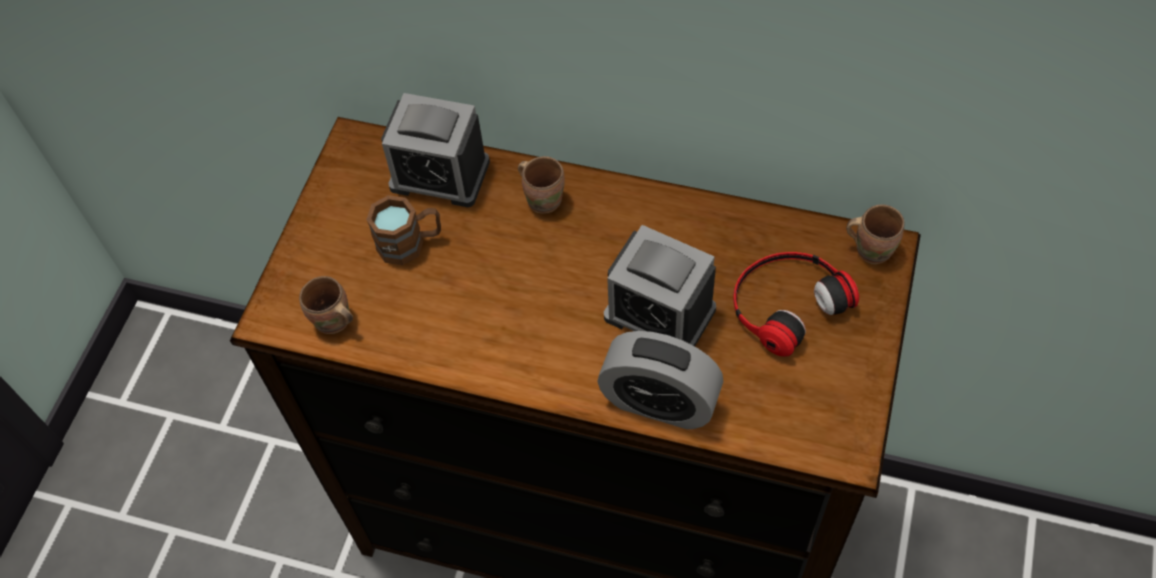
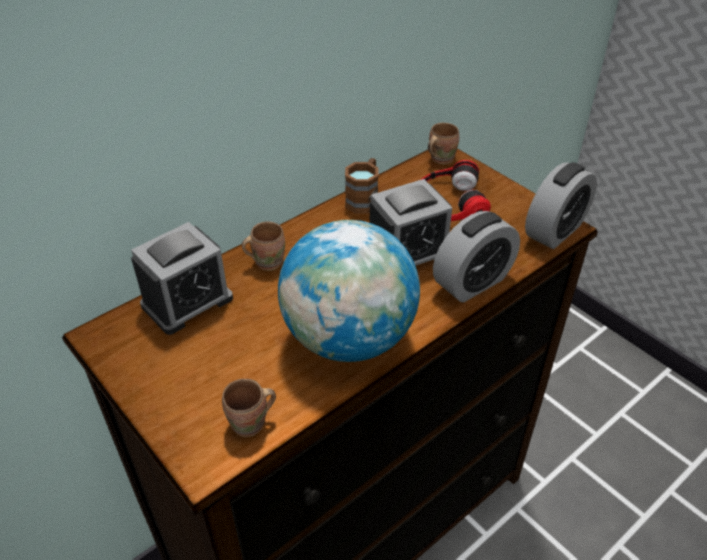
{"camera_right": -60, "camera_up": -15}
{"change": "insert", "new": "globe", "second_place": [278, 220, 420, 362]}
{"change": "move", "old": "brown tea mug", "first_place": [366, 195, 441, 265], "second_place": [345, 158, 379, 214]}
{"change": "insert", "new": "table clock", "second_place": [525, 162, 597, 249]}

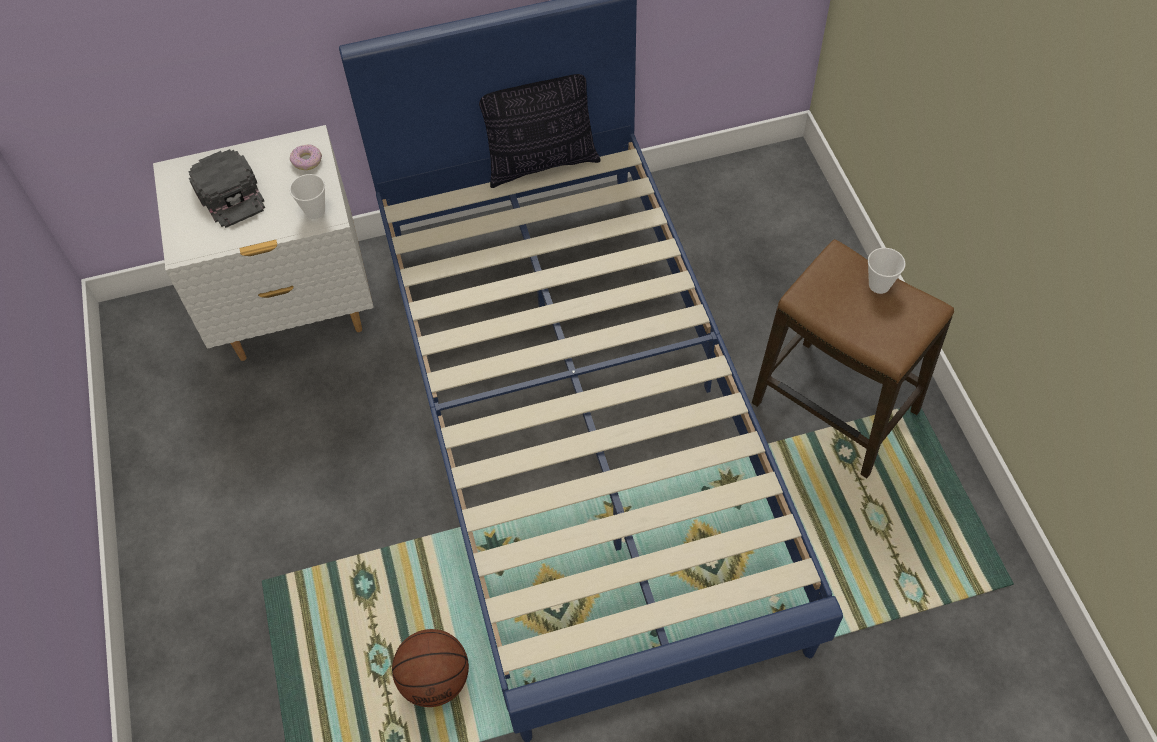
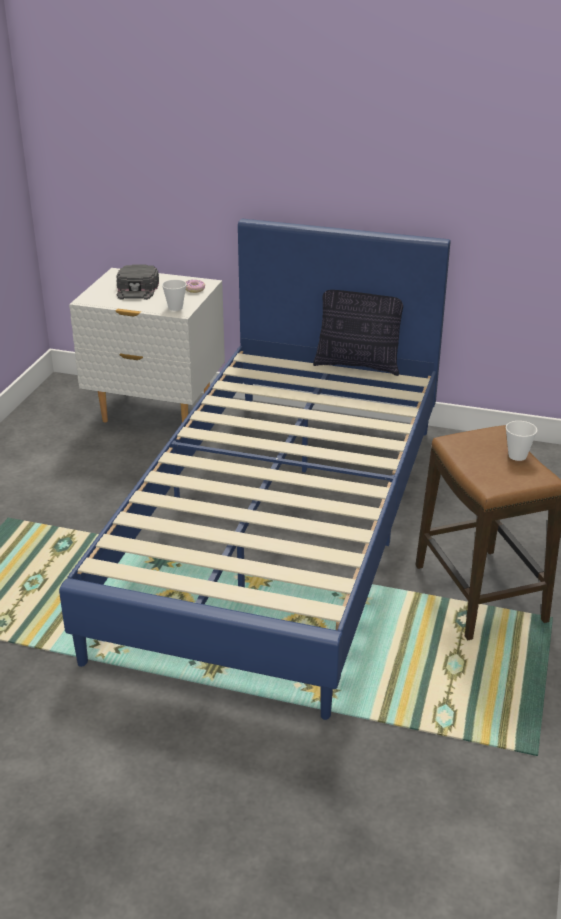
{"camera_right": 30, "camera_up": -25}
{"change": "delete", "old": "basketball ball", "first_place": [392, 629, 469, 707]}

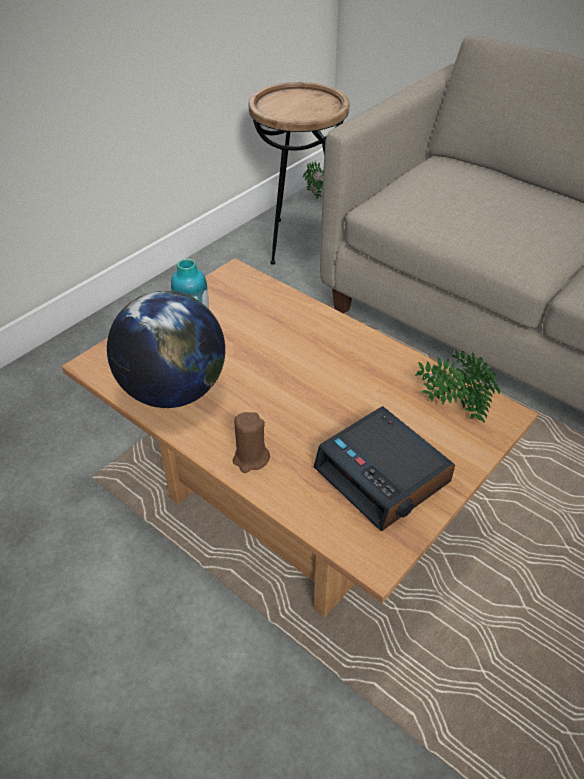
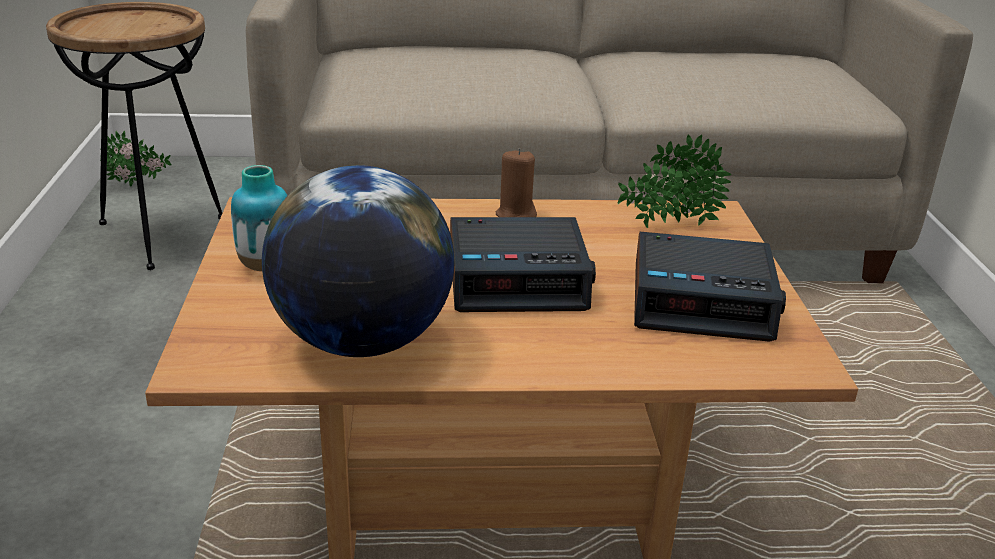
{"camera_right": -45, "camera_up": -15}
{"change": "insert", "new": "table clock", "second_place": [450, 217, 596, 312]}
{"change": "move", "old": "brown wax light", "first_place": [233, 412, 270, 473], "second_place": [496, 148, 537, 217]}

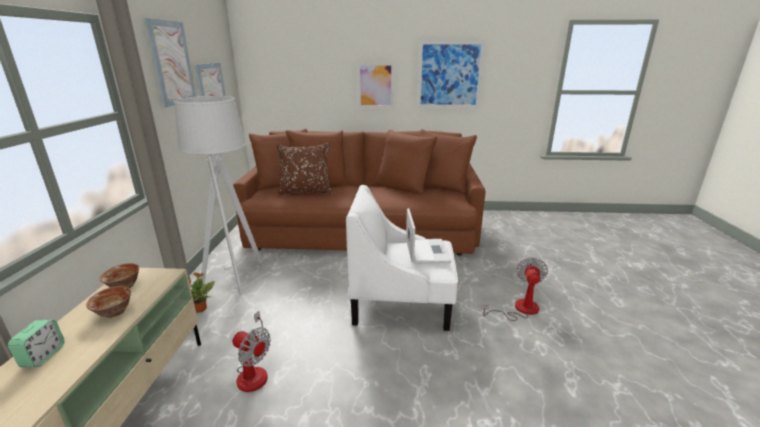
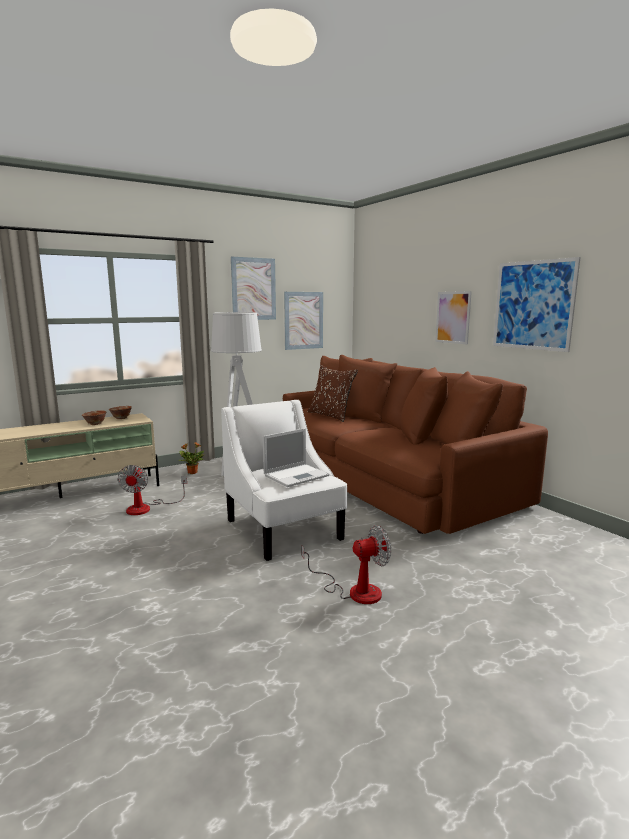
{"camera_right": 55, "camera_up": -10}
{"change": "delete", "old": "table clock", "first_place": [8, 320, 65, 367]}

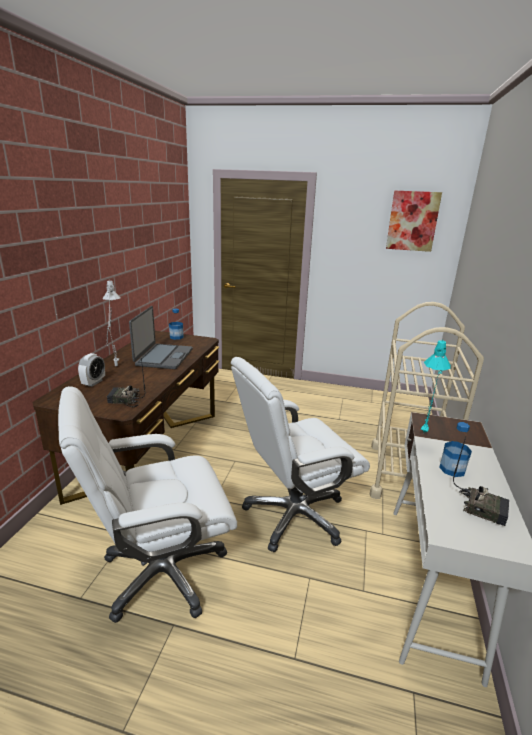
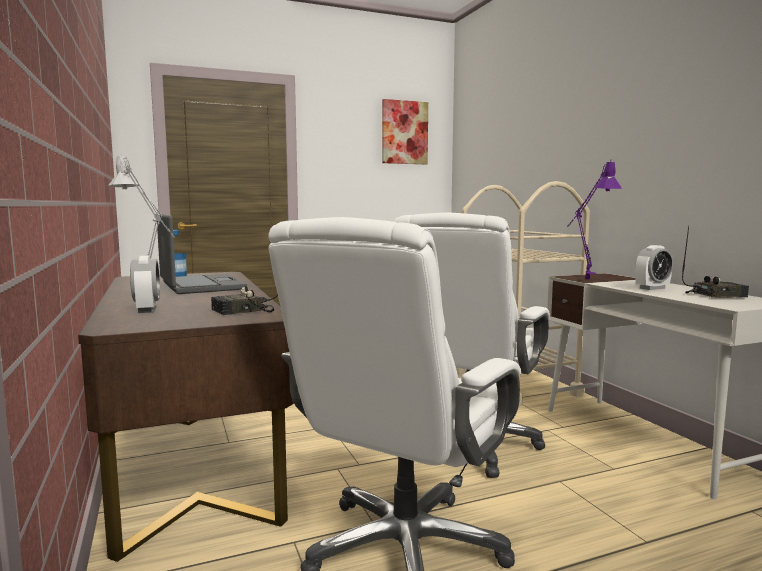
{"camera_right": -35, "camera_up": -15}
{"change": "recolor", "old": "turquoise lamp for a table", "new": "purplish lamp for a table", "first_place": [421, 340, 451, 432], "second_place": [567, 160, 622, 279]}
{"change": "replace", "old": "bottle", "new": "table clock", "first_place": [439, 422, 472, 477], "second_place": [635, 245, 673, 290]}

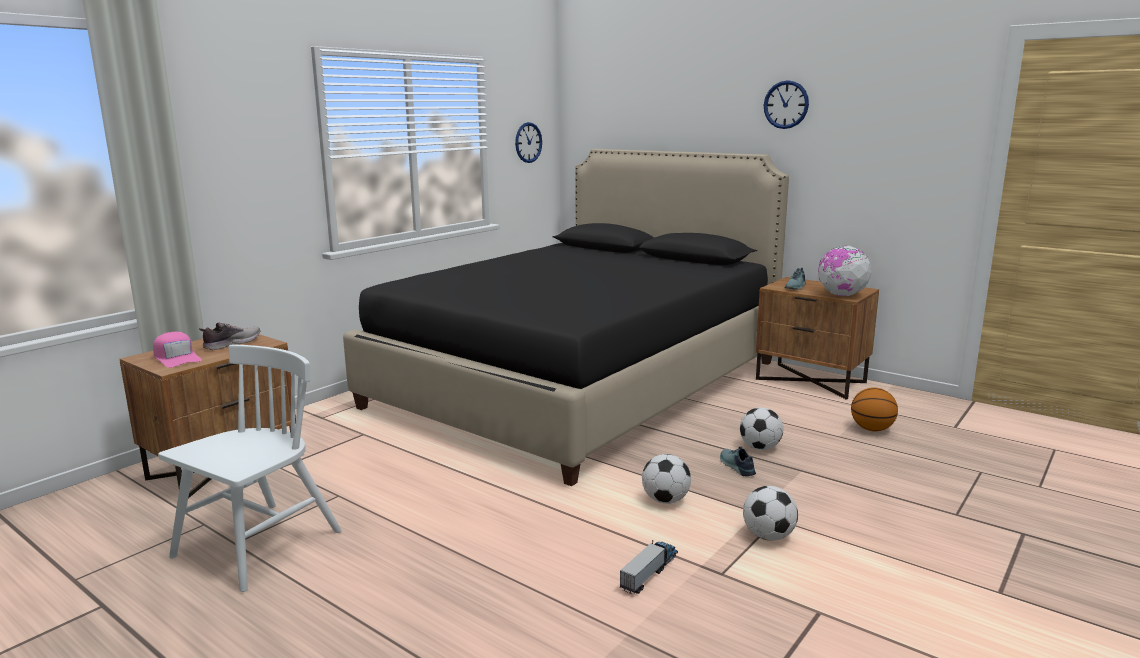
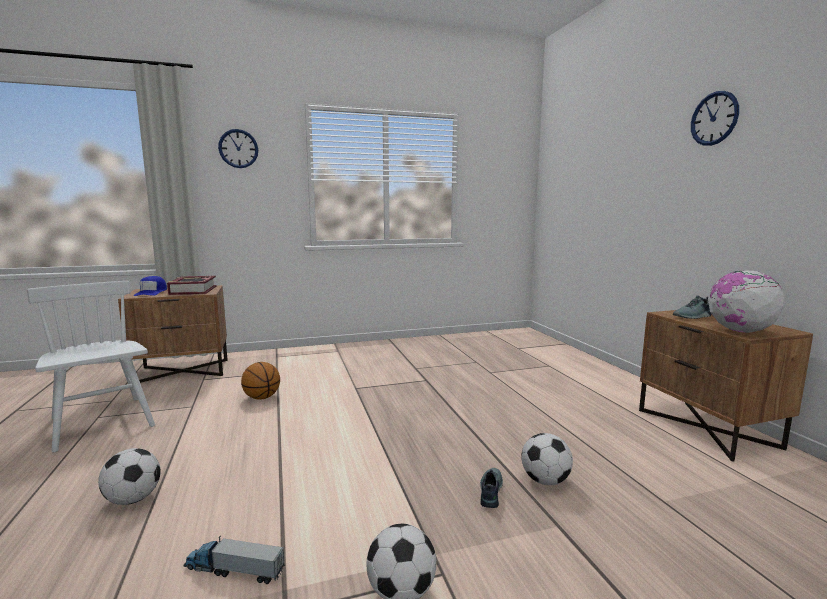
{"camera_right": 35, "camera_up": -5}
{"change": "rotate", "old": "white chair", "first_place": [158, 344, 342, 592], "second_place": [27, 281, 155, 452], "degrees": -105}
{"change": "move", "old": "football", "first_place": [642, 454, 691, 504], "second_place": [98, 448, 161, 505]}
{"change": "recolor", "old": "pink-coloured cap", "new": "blue-coloured cap", "first_place": [153, 332, 202, 368], "second_place": [134, 276, 167, 296]}
{"change": "replace", "old": "low shoe", "new": "book", "first_place": [199, 323, 260, 350], "second_place": [167, 276, 217, 295]}
{"change": "rotate", "old": "toy truck", "first_place": [620, 540, 678, 594], "second_place": [183, 536, 285, 584], "degrees": -150}
{"change": "move", "old": "clock on the wall", "first_place": [515, 122, 542, 163], "second_place": [218, 129, 258, 168]}
{"change": "move", "old": "basketball ball", "first_place": [851, 387, 898, 431], "second_place": [241, 362, 280, 400]}
{"change": "delete", "old": "black sleeping bed", "first_place": [343, 149, 789, 486]}

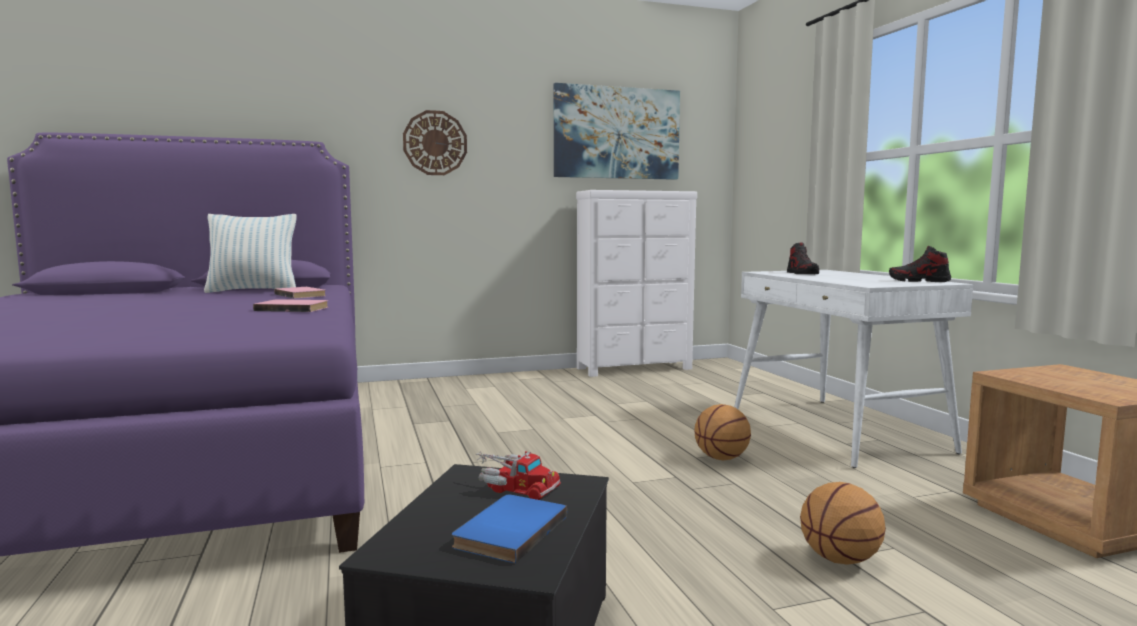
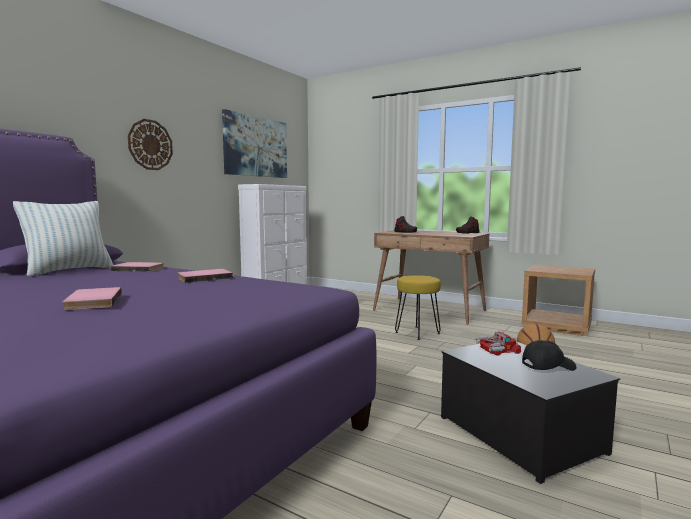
{"camera_right": -40, "camera_up": 0}
{"change": "insert", "new": "pink-coloured book", "second_place": [62, 287, 122, 310]}
{"change": "recolor", "old": "white desk", "new": "brown desk", "first_place": [734, 270, 973, 468], "second_place": [373, 231, 490, 325]}
{"change": "replace", "old": "basketball ball", "new": "yellow-coloured stool", "first_place": [694, 404, 751, 460], "second_place": [395, 275, 441, 340]}
{"change": "replace", "old": "blue-coloured book", "new": "black cap", "first_place": [452, 495, 567, 563], "second_place": [522, 340, 576, 371]}

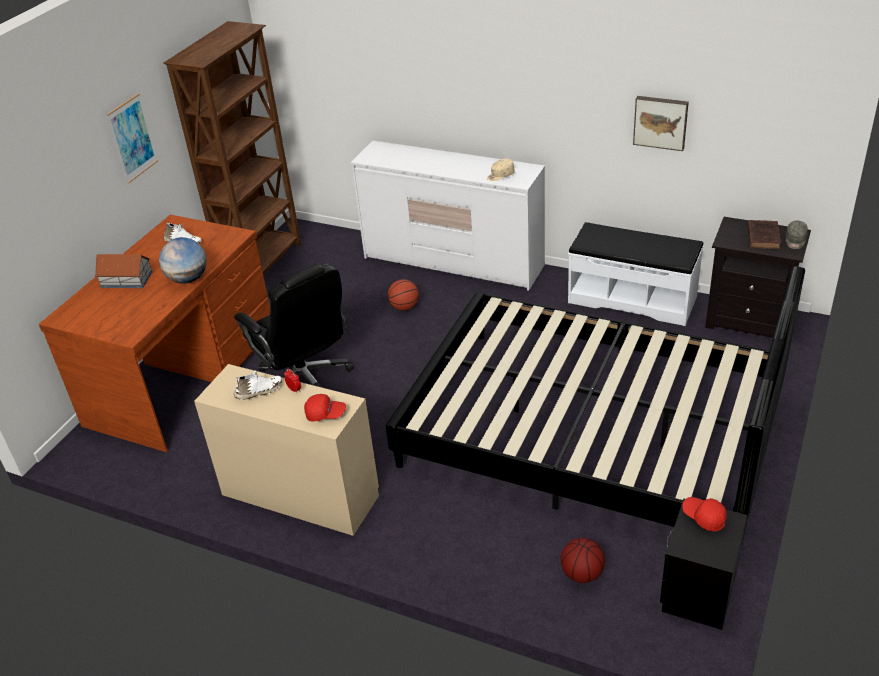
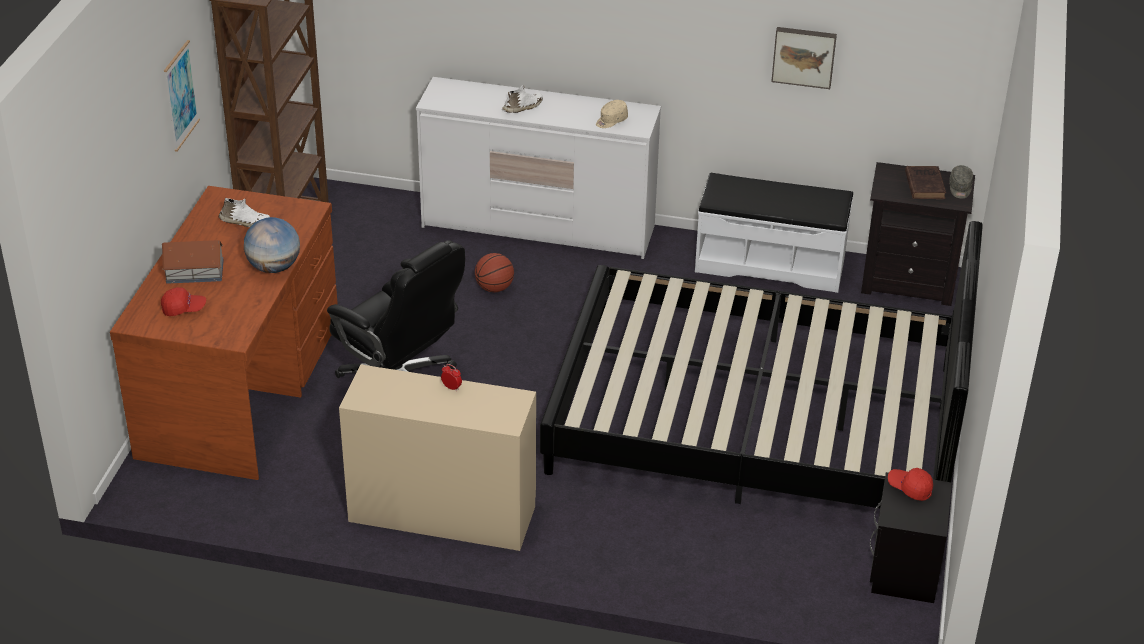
{"camera_right": -15, "camera_up": 0}
{"change": "move", "old": "red cap", "first_place": [304, 394, 346, 422], "second_place": [161, 287, 206, 316]}
{"change": "move", "old": "white low shoe", "first_place": [233, 370, 282, 400], "second_place": [502, 85, 543, 113]}
{"change": "delete", "old": "basketball ball", "first_place": [560, 538, 605, 583]}

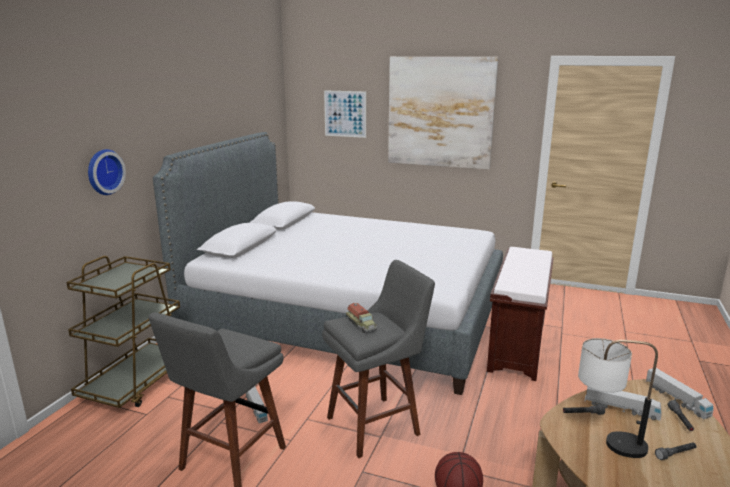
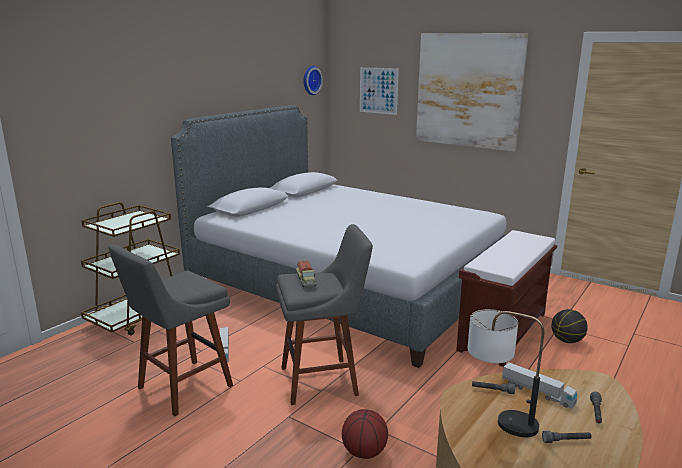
{"camera_right": 15, "camera_up": 0}
{"change": "move", "old": "clock on the wall", "first_place": [88, 149, 126, 195], "second_place": [303, 66, 323, 95]}
{"change": "insert", "new": "basketball ball", "second_place": [551, 309, 588, 343]}
{"change": "delete", "old": "toy truck", "first_place": [645, 368, 713, 419]}

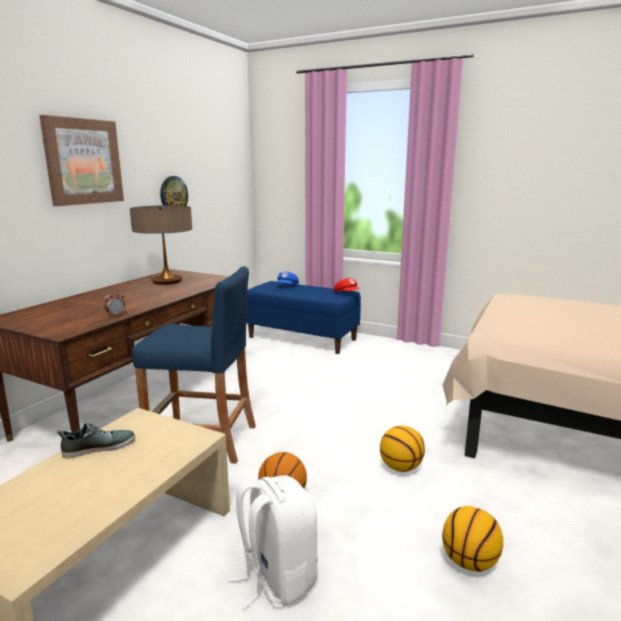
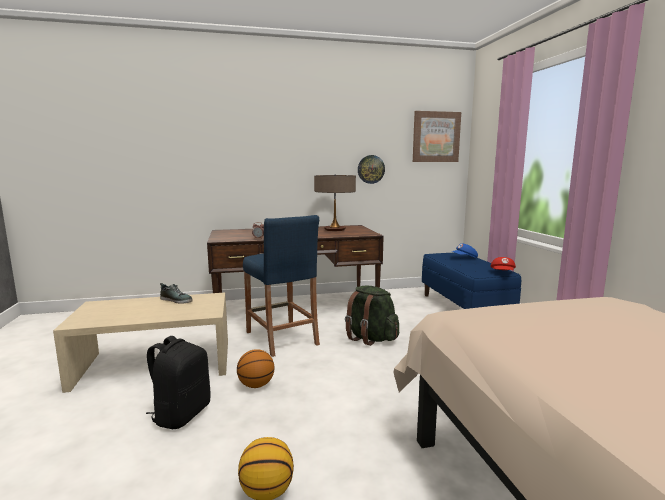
{"camera_right": 50, "camera_up": -5}
{"change": "recolor", "old": "white knapsack", "new": "black knapsack", "first_place": [228, 475, 318, 609], "second_place": [146, 336, 211, 429]}
{"change": "insert", "new": "green knapsack", "second_place": [345, 286, 399, 346]}
{"change": "move", "old": "wall art", "first_place": [39, 115, 124, 206], "second_place": [413, 111, 461, 162]}
{"change": "delete", "old": "basketball ball", "first_place": [380, 425, 425, 472]}

